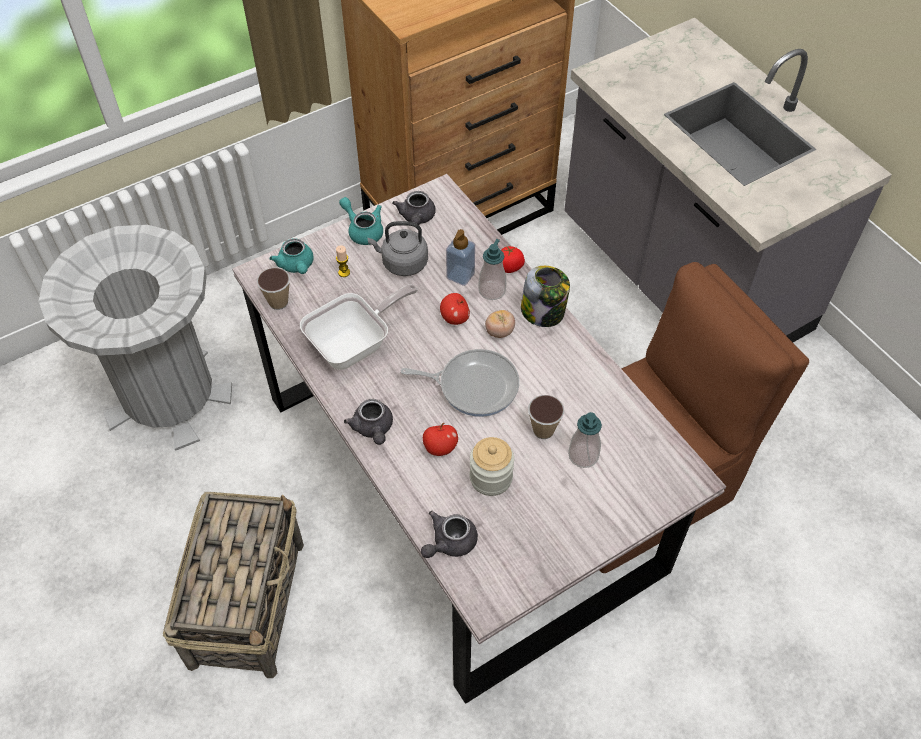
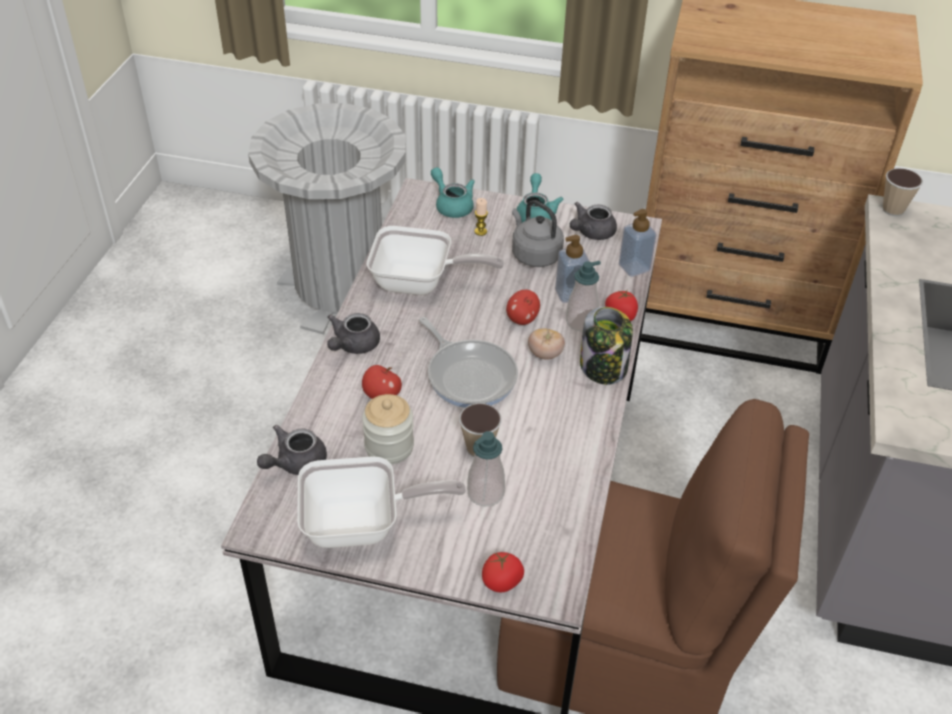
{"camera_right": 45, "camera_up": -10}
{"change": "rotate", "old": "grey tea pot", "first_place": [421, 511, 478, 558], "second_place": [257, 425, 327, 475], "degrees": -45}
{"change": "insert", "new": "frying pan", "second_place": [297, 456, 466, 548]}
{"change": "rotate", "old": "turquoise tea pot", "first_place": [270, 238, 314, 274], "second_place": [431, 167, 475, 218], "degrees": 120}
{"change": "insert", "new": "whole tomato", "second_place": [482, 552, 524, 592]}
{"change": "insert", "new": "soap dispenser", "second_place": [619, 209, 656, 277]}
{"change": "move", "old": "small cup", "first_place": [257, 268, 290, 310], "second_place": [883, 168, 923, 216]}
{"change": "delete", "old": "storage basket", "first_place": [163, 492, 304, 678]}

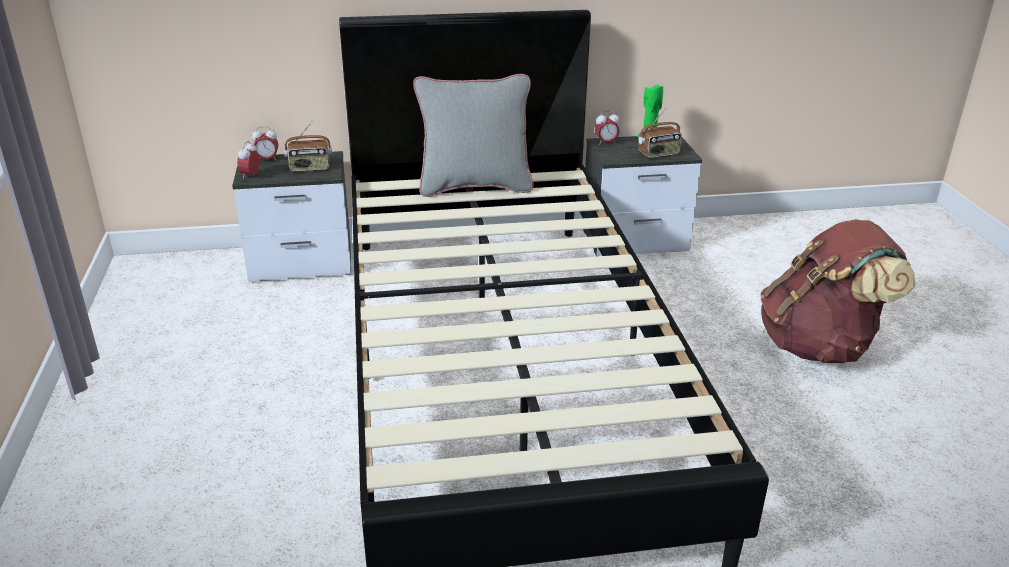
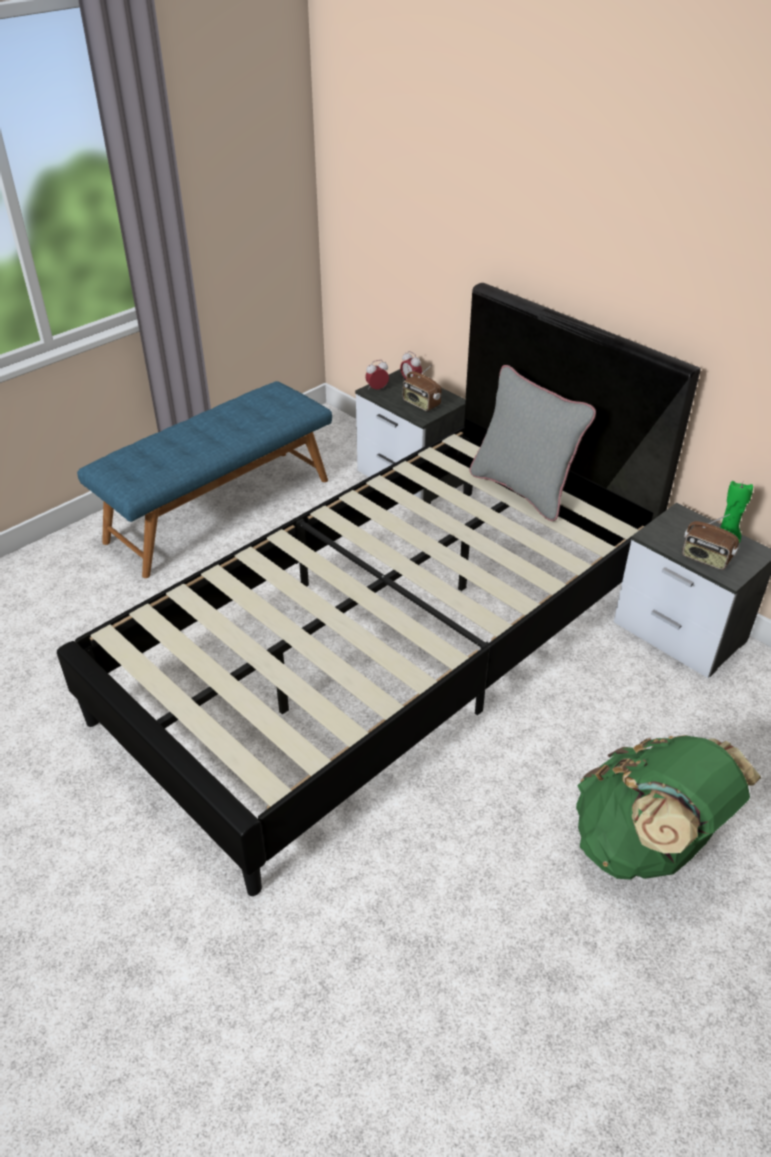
{"camera_right": 55, "camera_up": 10}
{"change": "insert", "new": "blue-coloured bench", "second_place": [77, 381, 332, 578]}
{"change": "recolor", "old": "brown knapsack", "new": "green knapsack", "first_place": [760, 219, 915, 363], "second_place": [576, 735, 762, 879]}
{"change": "delete", "old": "table clock", "first_place": [595, 111, 619, 145]}

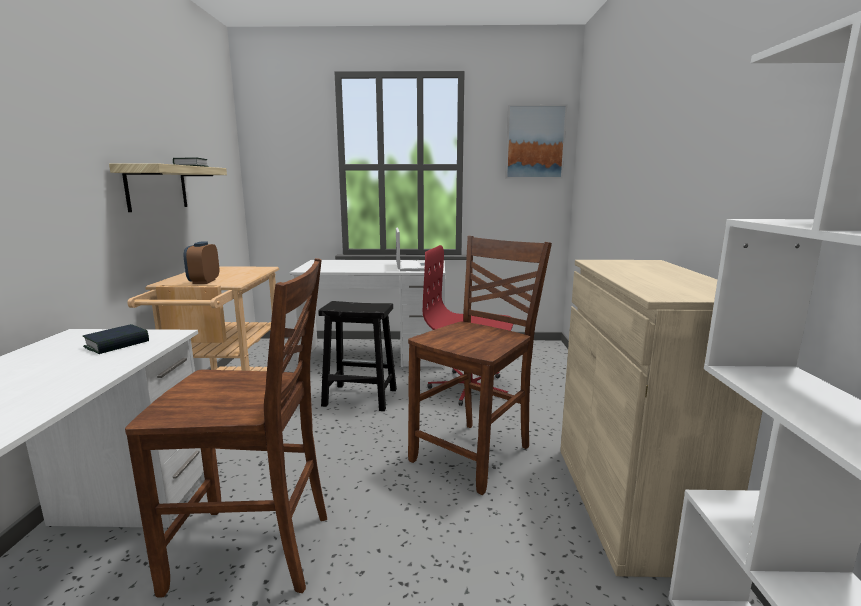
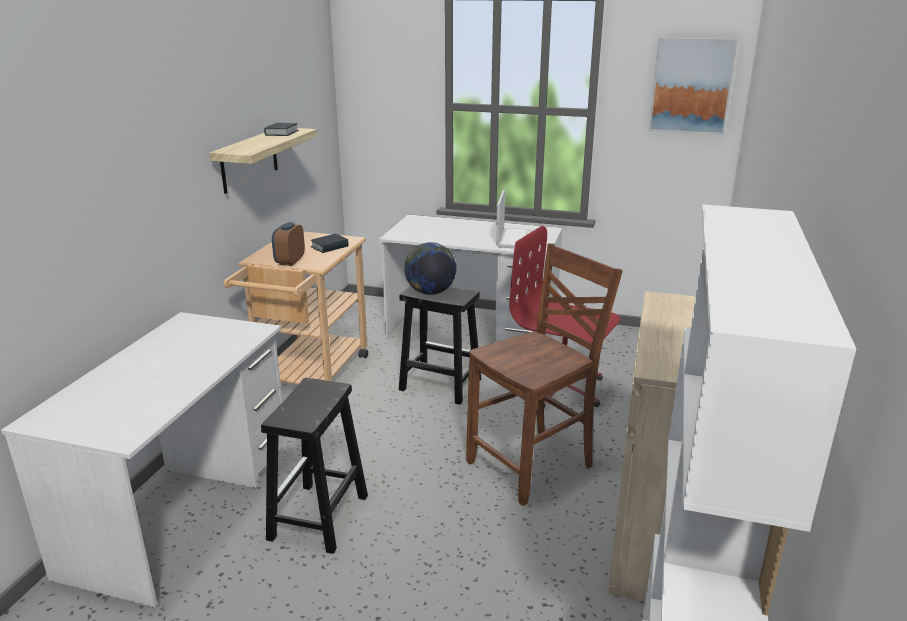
{"camera_right": 15, "camera_up": 10}
{"change": "replace", "old": "brown chair", "new": "black stool", "first_place": [125, 258, 327, 597], "second_place": [261, 378, 368, 554]}
{"change": "move", "old": "book", "first_place": [83, 324, 149, 354], "second_place": [311, 234, 349, 253]}
{"change": "insert", "new": "globe", "second_place": [404, 242, 456, 295]}

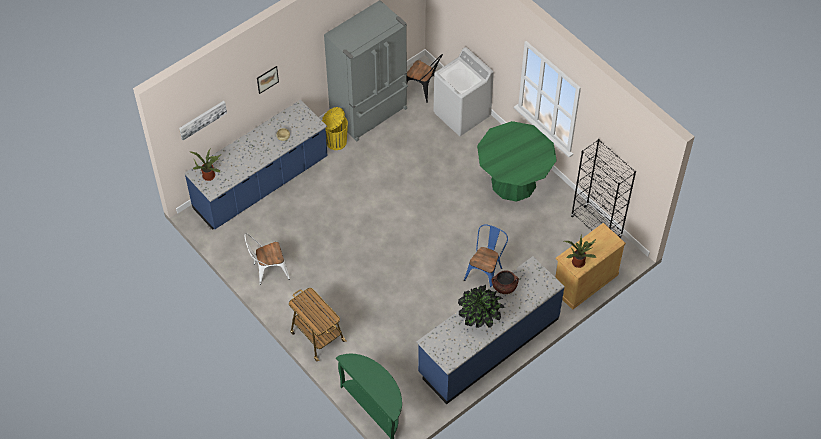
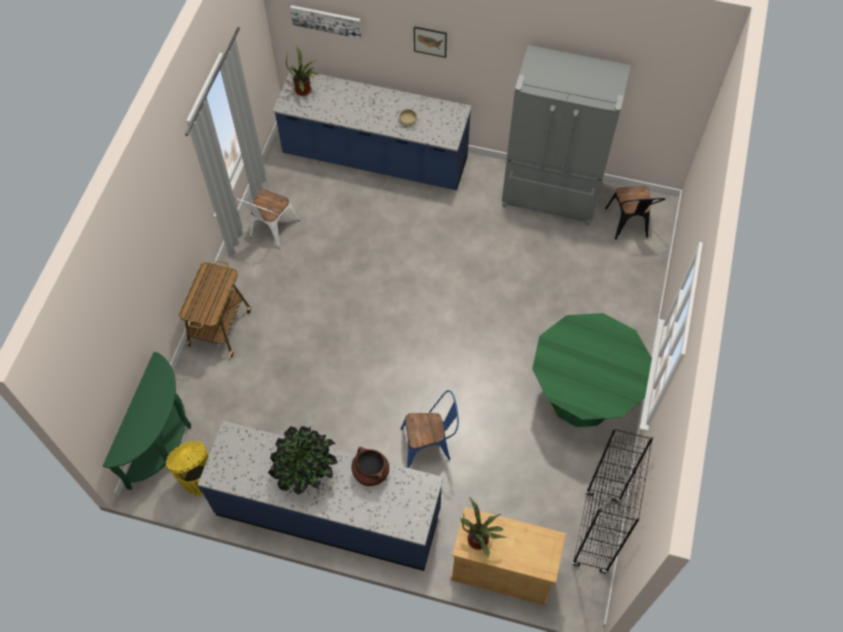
{"camera_right": 55, "camera_up": 5}
{"change": "move", "old": "yellow-coloured trash can", "first_place": [322, 107, 348, 150], "second_place": [166, 441, 209, 496]}
{"change": "rotate", "old": "white chair", "first_place": [245, 233, 290, 285], "second_place": [235, 189, 299, 248], "degrees": -105}
{"change": "delete", "old": "white washing machine", "first_place": [433, 47, 494, 136]}

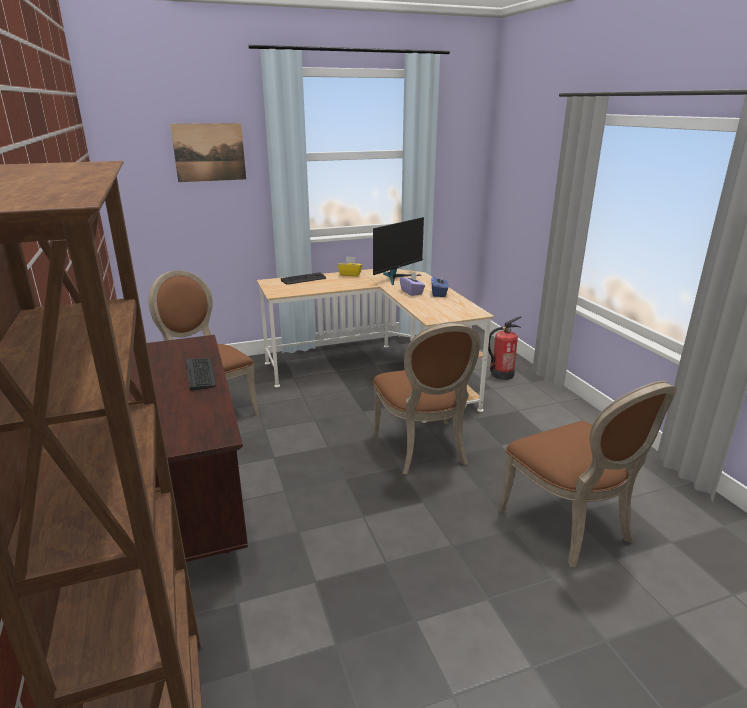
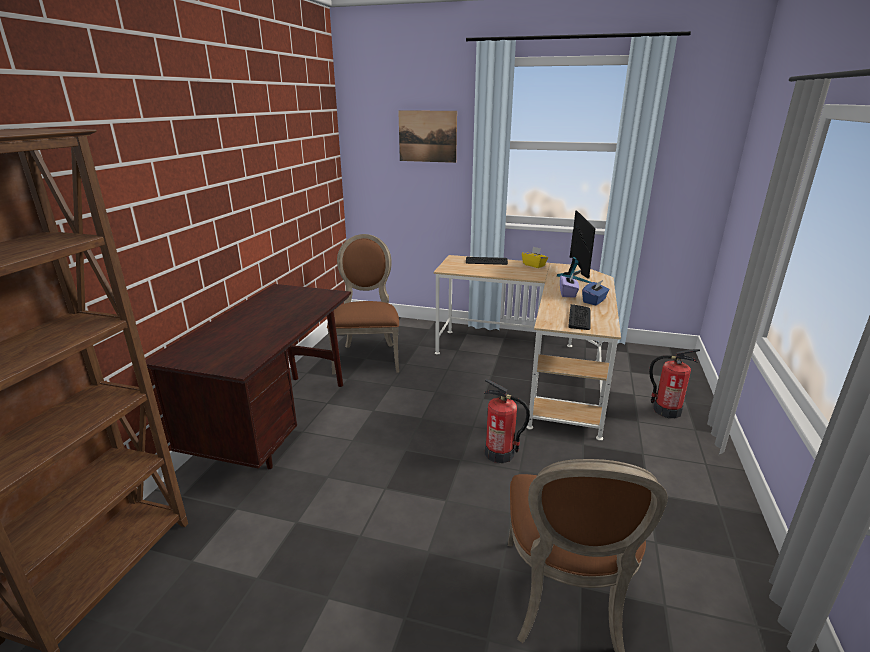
{"camera_right": 35, "camera_up": 0}
{"change": "replace", "old": "brown chair", "new": "fire-fighting cylinder", "first_place": [373, 322, 480, 474], "second_place": [484, 379, 530, 463]}
{"change": "rotate", "old": "computer display", "first_place": [373, 217, 424, 285], "second_place": [557, 210, 595, 283], "degrees": -75}
{"change": "move", "old": "keyboard", "first_place": [186, 358, 216, 391], "second_place": [568, 304, 590, 330]}

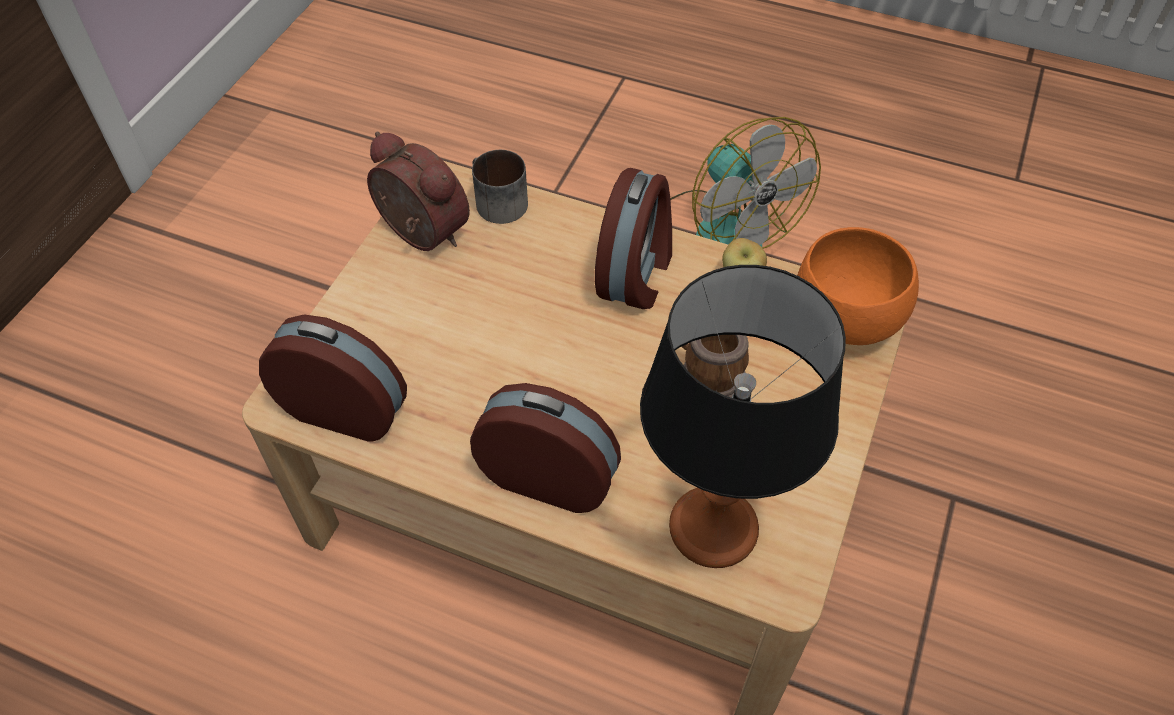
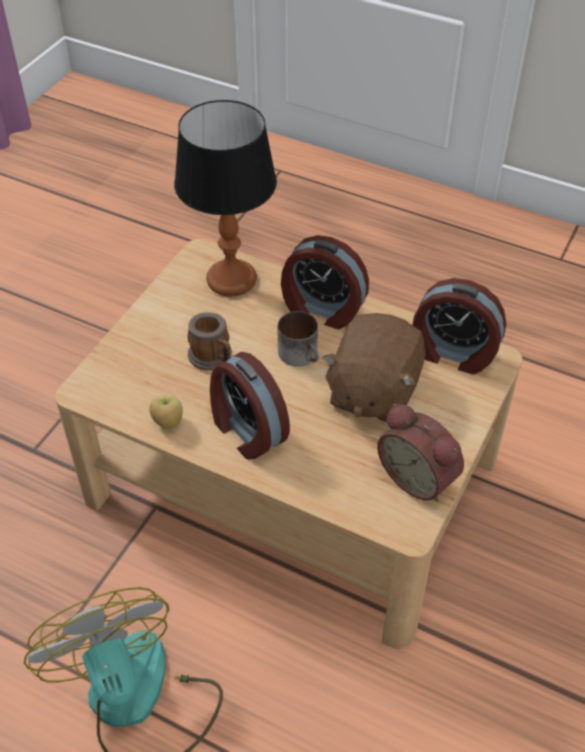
{"camera_right": -175, "camera_up": -5}
{"change": "rotate", "old": "table clock", "first_place": [595, 168, 672, 309], "second_place": [210, 352, 290, 460], "degrees": -60}
{"change": "move", "old": "tea mug", "first_place": [472, 150, 528, 224], "second_place": [278, 311, 319, 367]}
{"change": "insert", "new": "brown soft toy", "second_place": [322, 313, 425, 422]}
{"change": "delete", "old": "orangey deep dish", "first_place": [797, 227, 919, 345]}

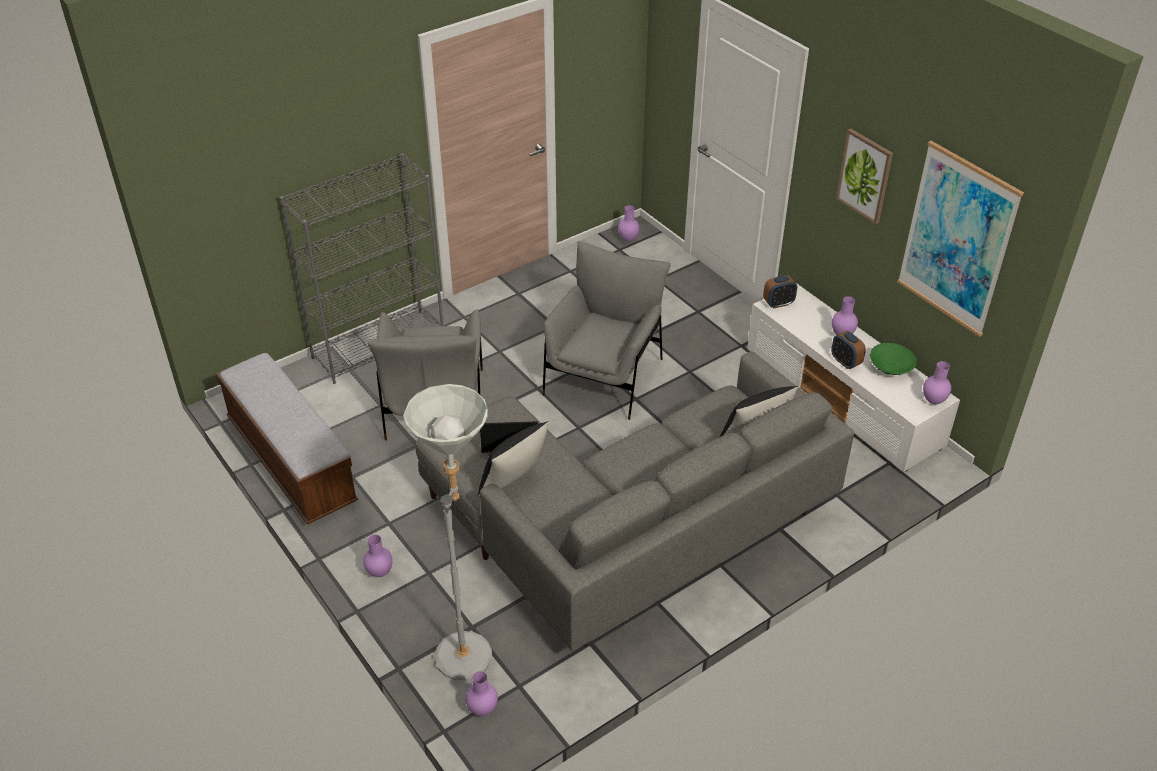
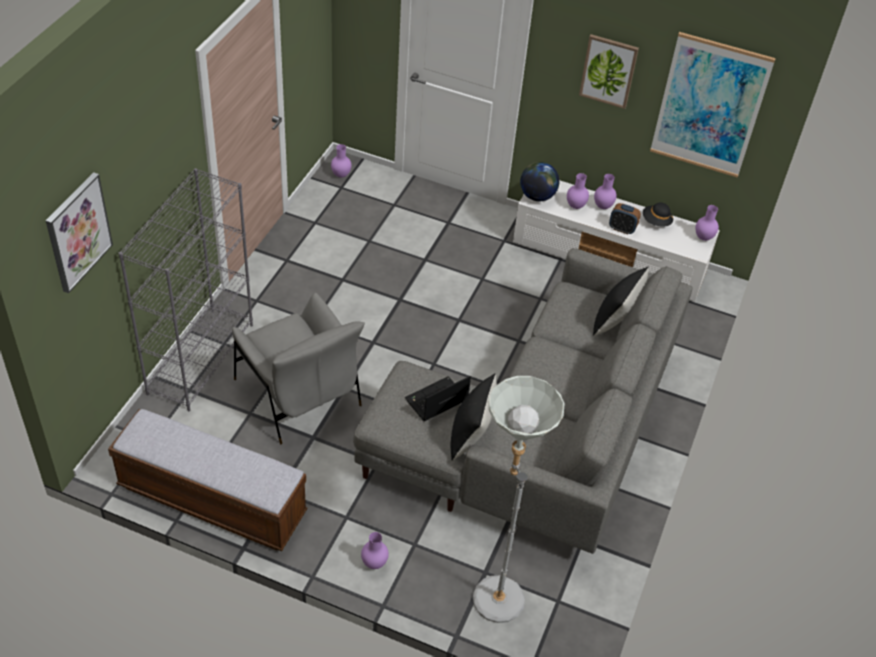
{"camera_right": -35, "camera_up": 5}
{"change": "insert", "new": "wall art", "second_place": [46, 172, 113, 293]}
{"change": "replace", "old": "table clock", "new": "globe", "first_place": [763, 275, 797, 309], "second_place": [520, 162, 559, 201]}
{"change": "move", "old": "purplish flower vase", "first_place": [466, 671, 498, 716], "second_place": [567, 173, 589, 209]}
{"change": "replace", "old": "green deep dish", "new": "black wearable hat", "first_place": [870, 343, 917, 375], "second_place": [643, 202, 673, 227]}
{"change": "delete", "old": "grey easy chair", "first_place": [542, 241, 671, 420]}

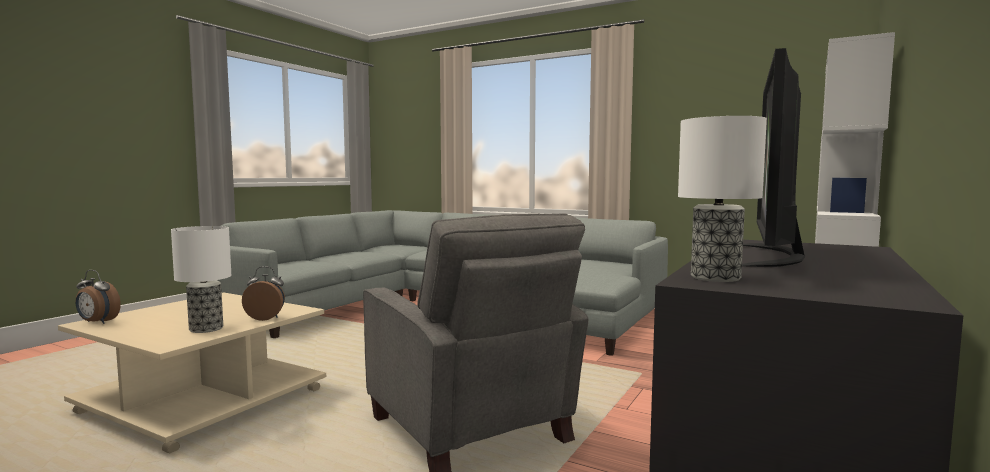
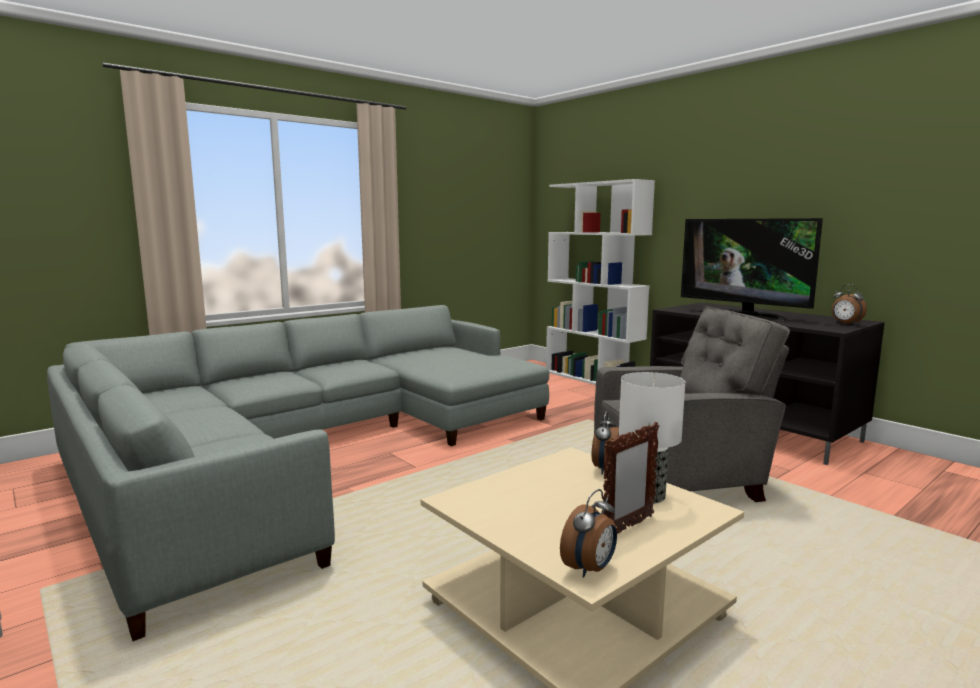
{"camera_right": -70, "camera_up": 5}
{"change": "insert", "new": "standing frame", "second_place": [603, 422, 659, 534]}
{"change": "insert", "new": "table clock", "second_place": [832, 284, 867, 325]}
{"change": "delete", "old": "lamp for a table", "first_place": [678, 116, 767, 282]}

